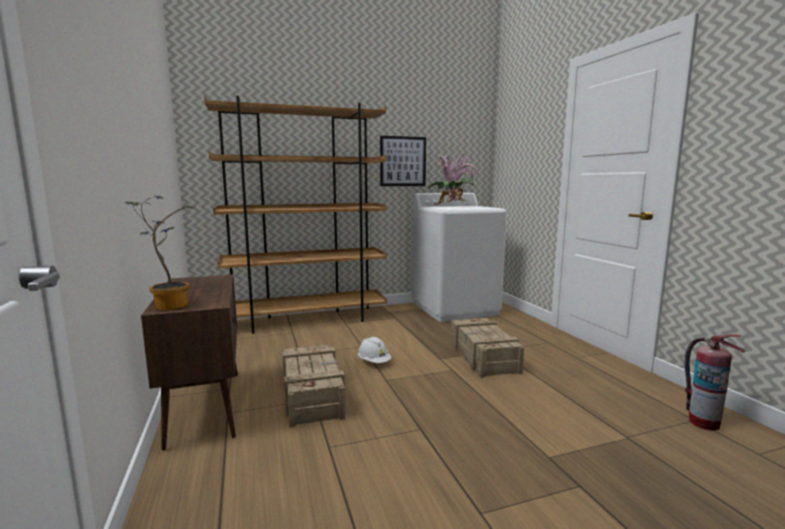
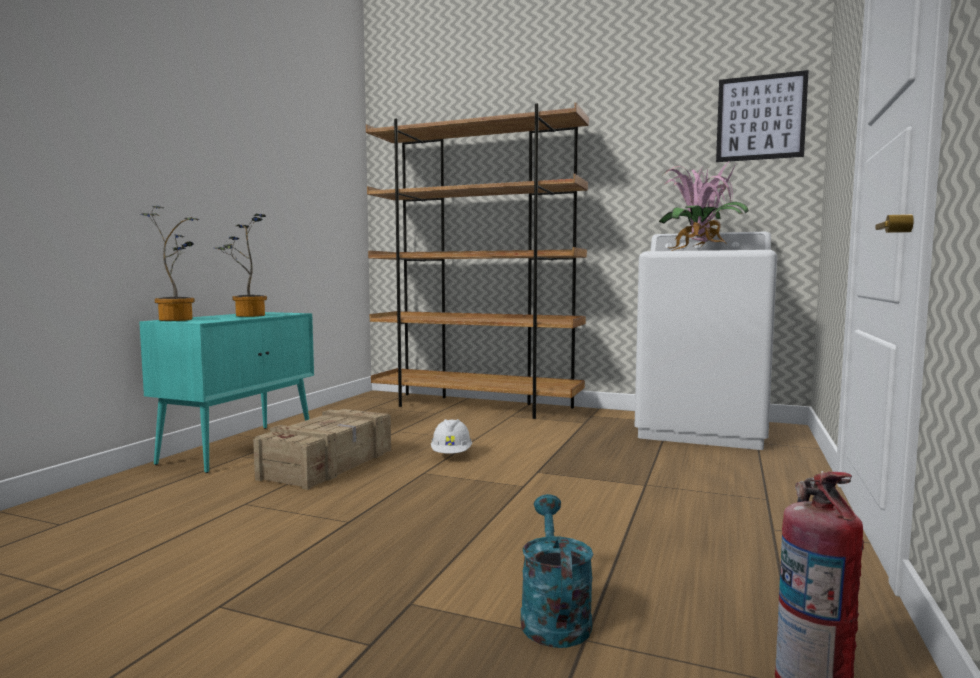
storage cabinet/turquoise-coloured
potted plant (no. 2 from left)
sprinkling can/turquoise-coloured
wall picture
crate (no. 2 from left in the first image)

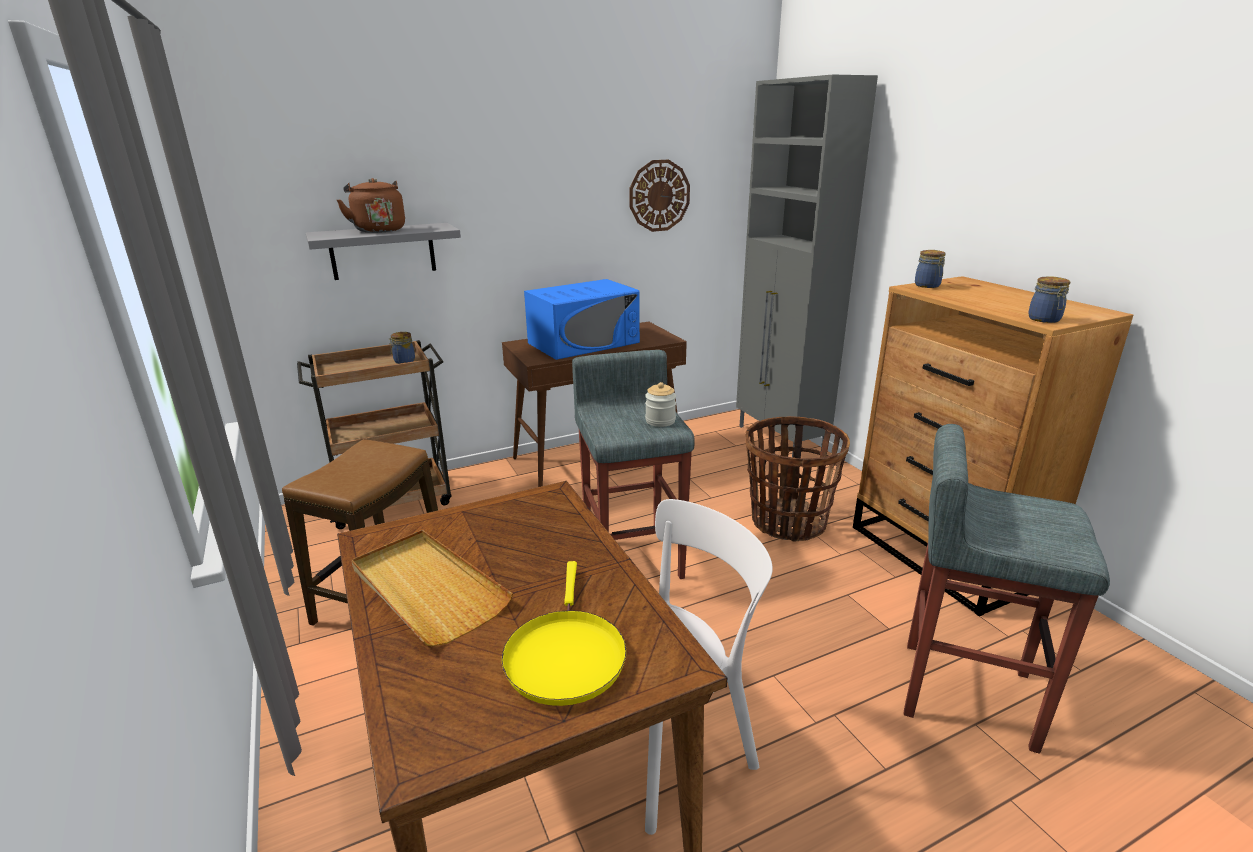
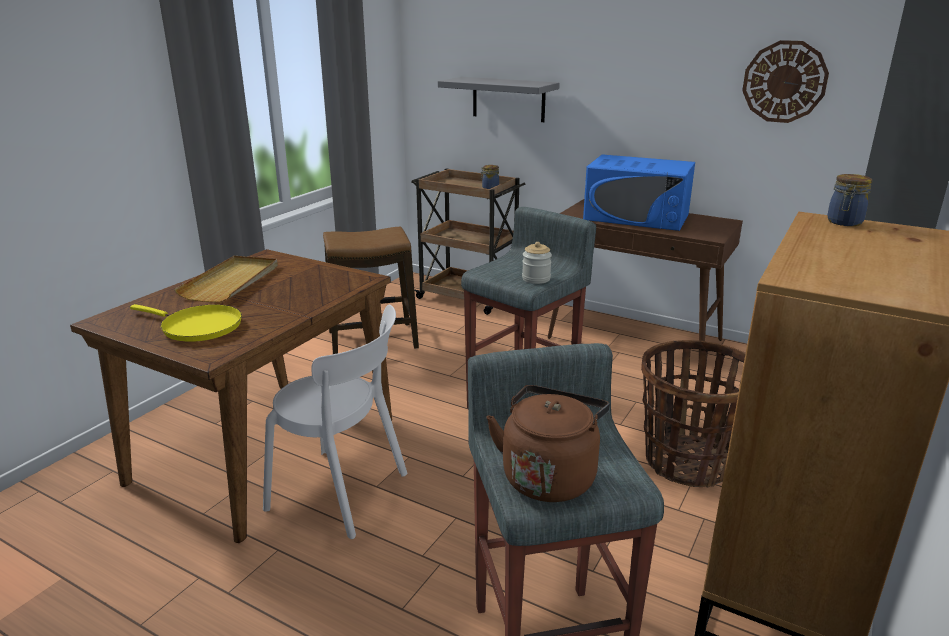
skillet/yellow-coloured
kettle/brown
preserve jar (no. 4 from left in the first image)

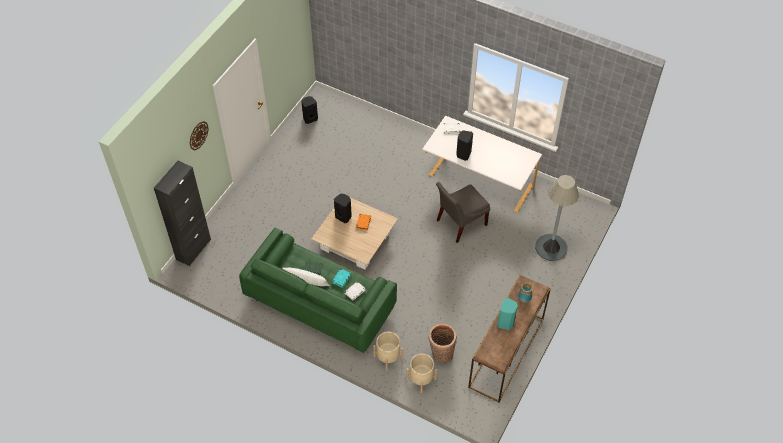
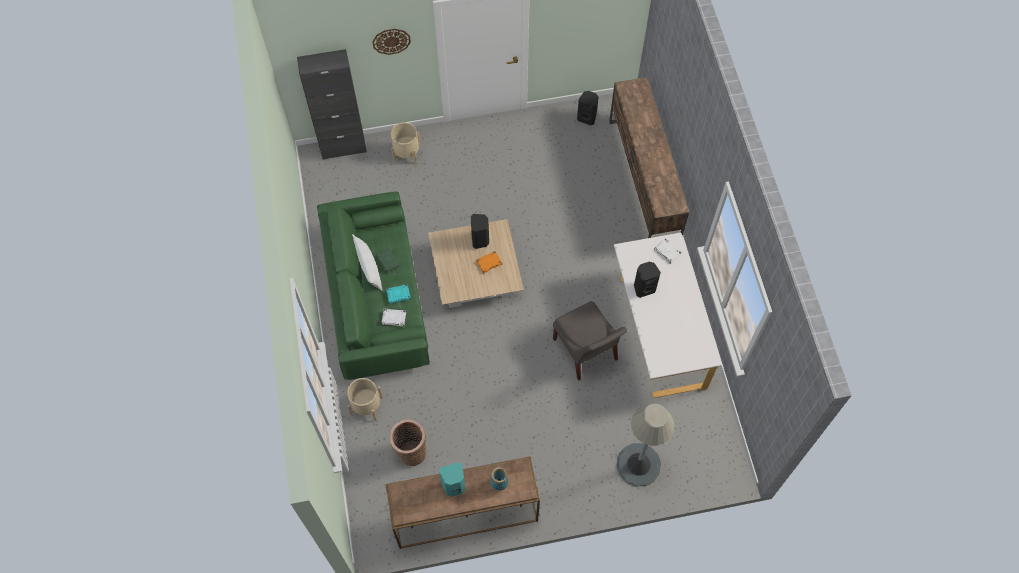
flower pot/sand-coloured (no. 2 from left)
plain chair/greyish
tv unit/brown

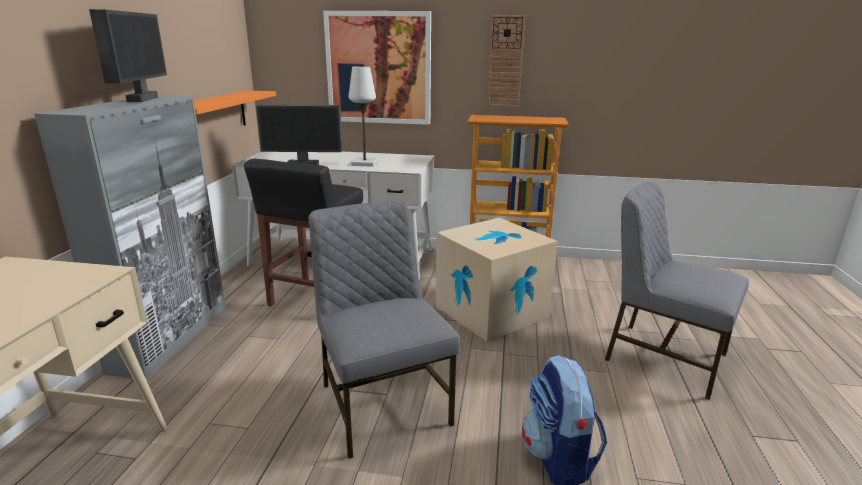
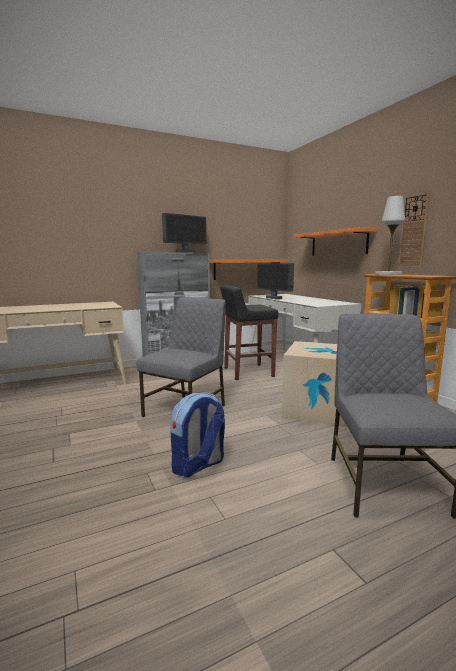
bracket shelf/orangey (no. 2 from left)
lamp for a table/whitish

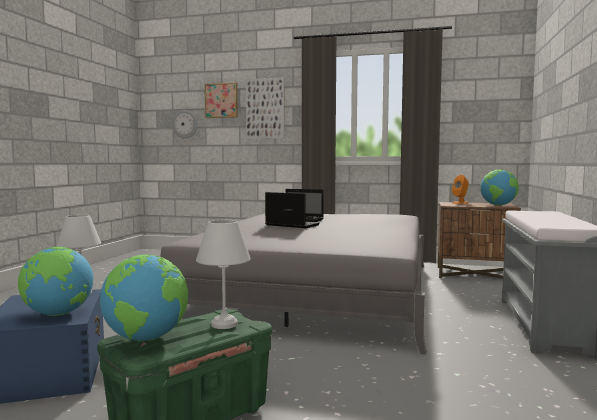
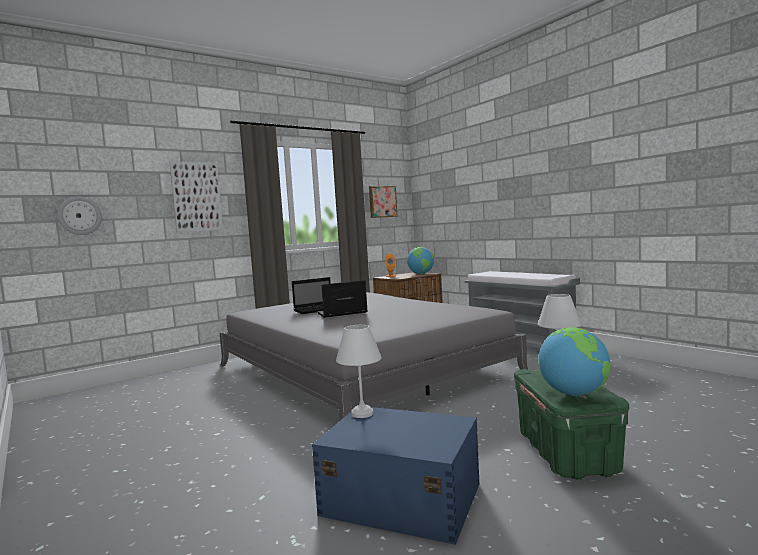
wall picture (no. 2 from left)
desk globe (no. 1 from left in the first image)

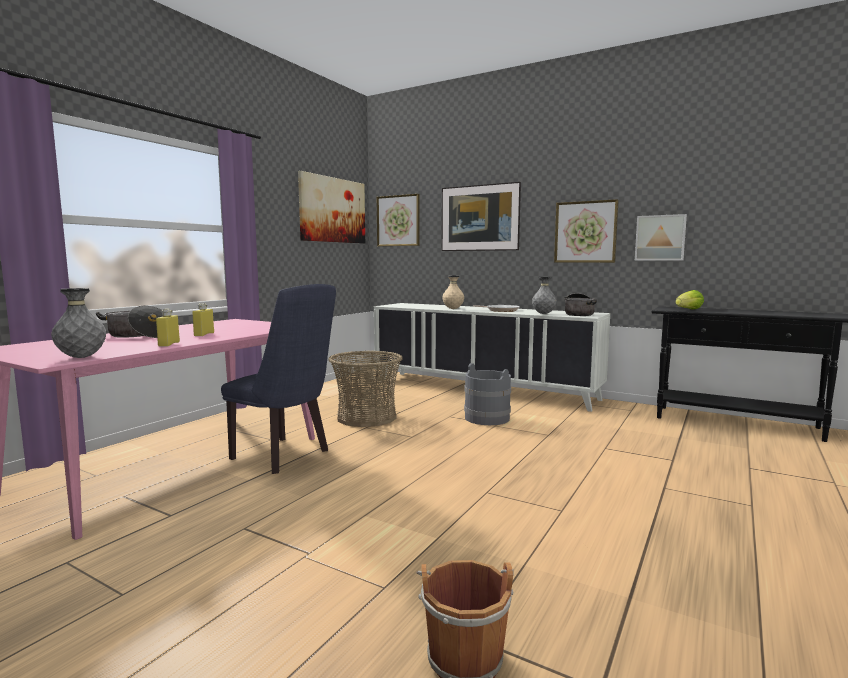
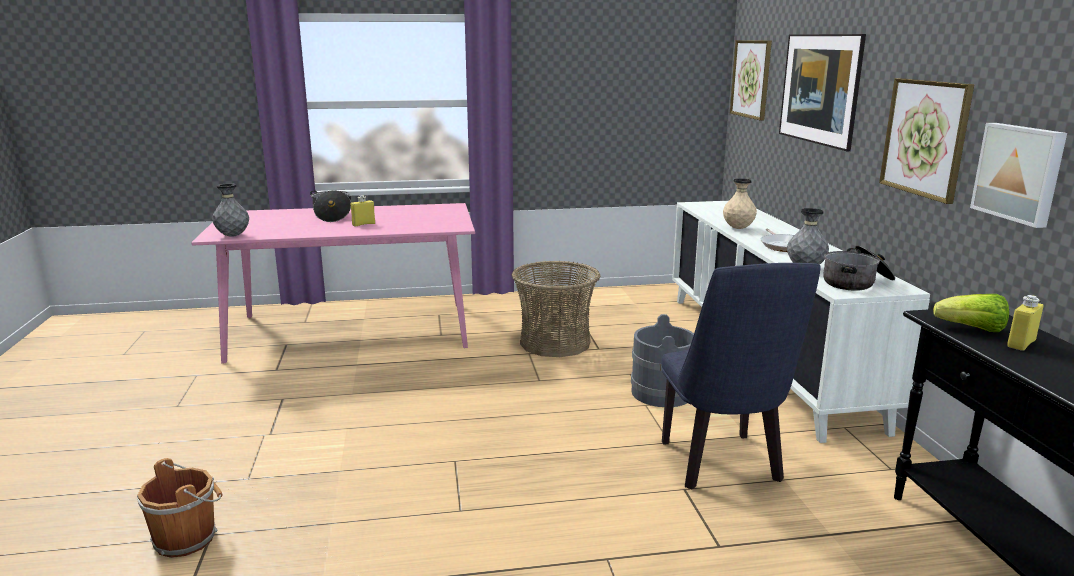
plain chair/blue
beverage bottle/yellow-coloured (no. 2 from left)
wall picture (no. 1 from left in the first image)

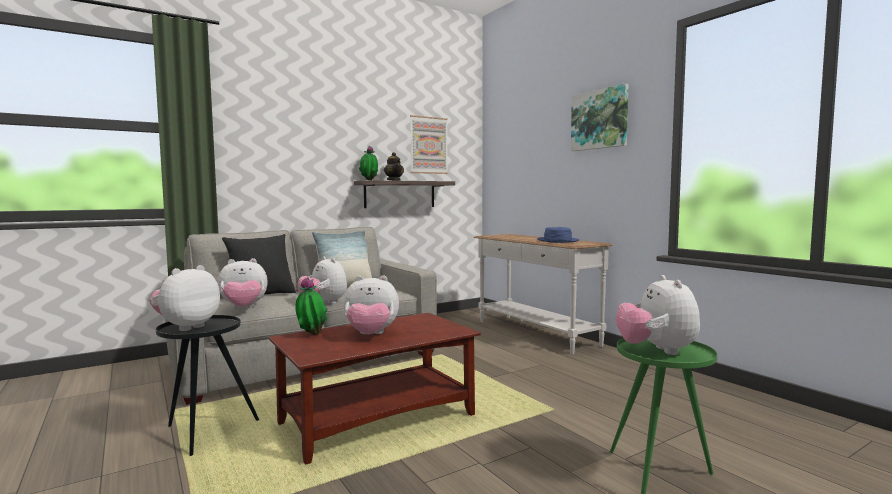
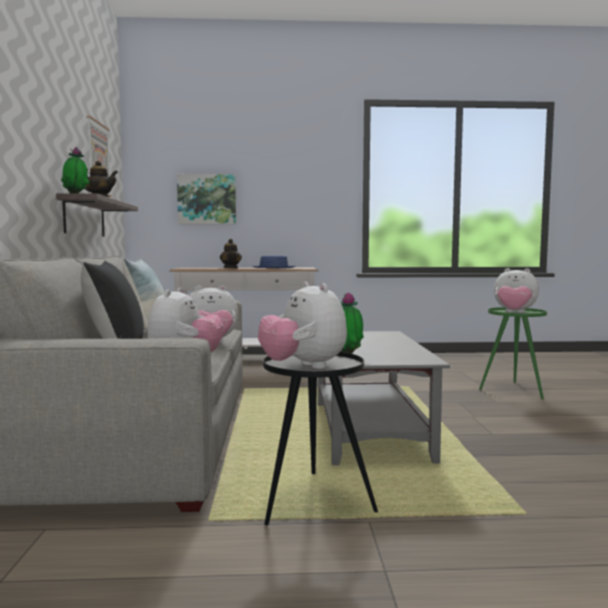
wall picture (no. 2 from left)
pot for tea (no. 2 from left)
coffee table/greyish
cuddly toy (no. 4 from left in the first image)

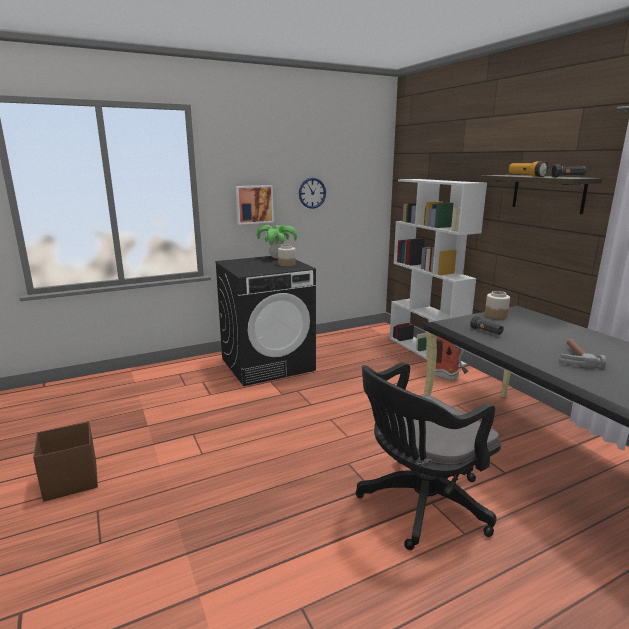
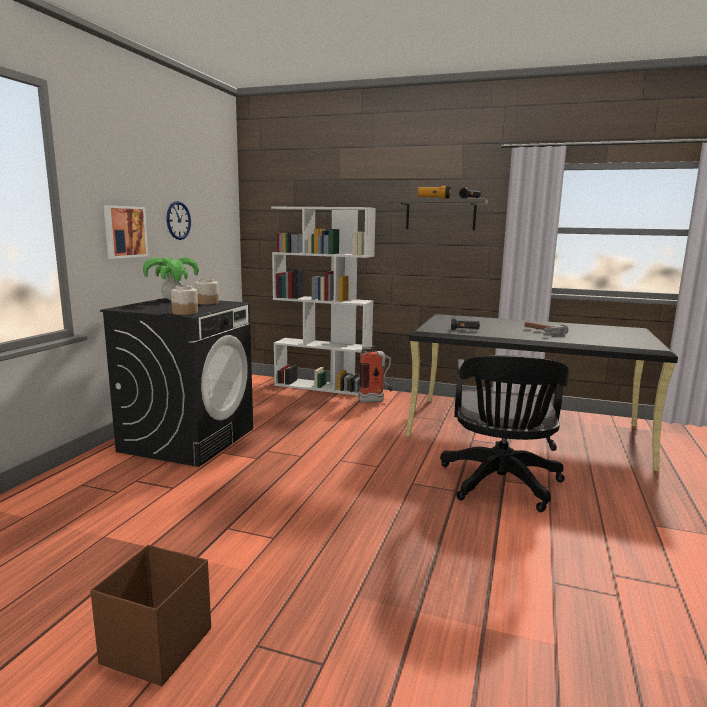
preserve jar (no. 1 from left)

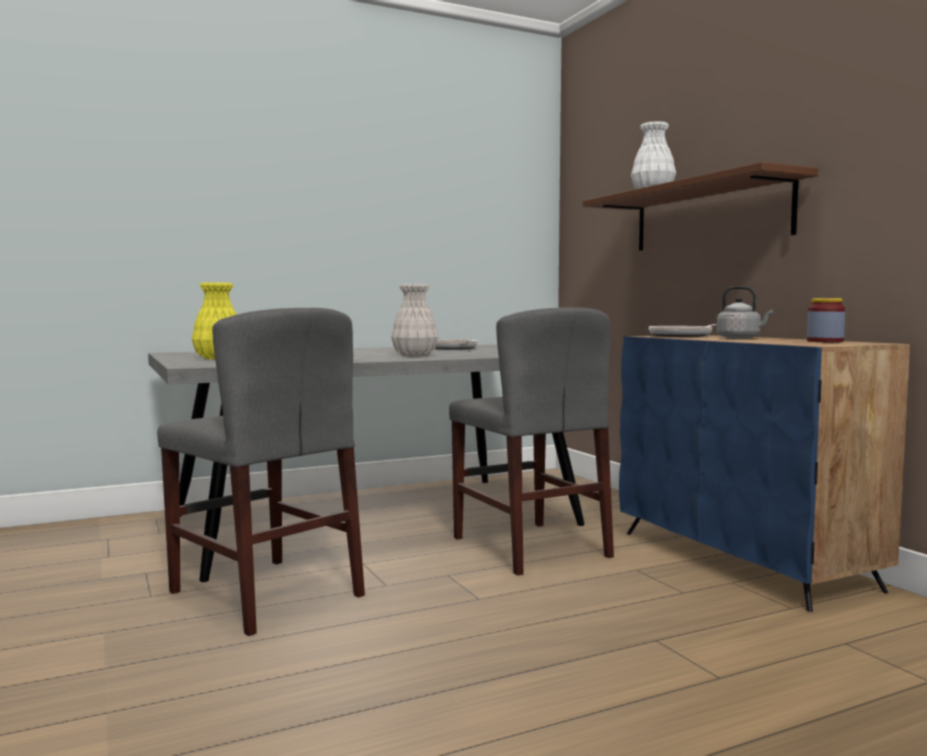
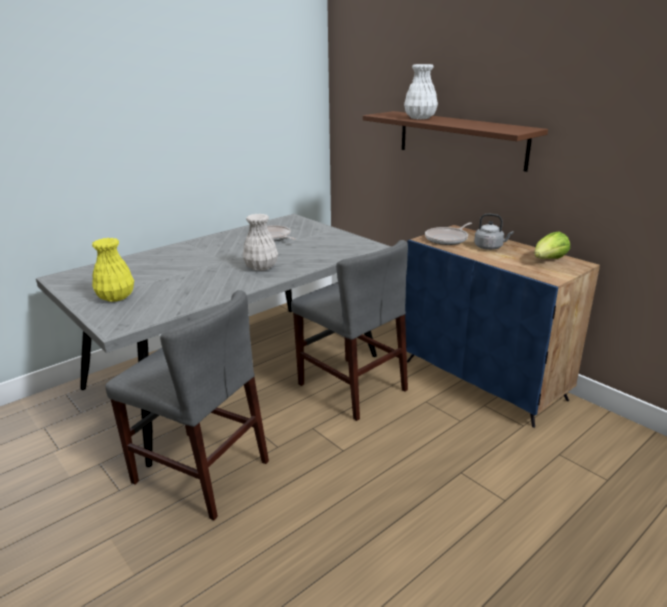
head of lettuce

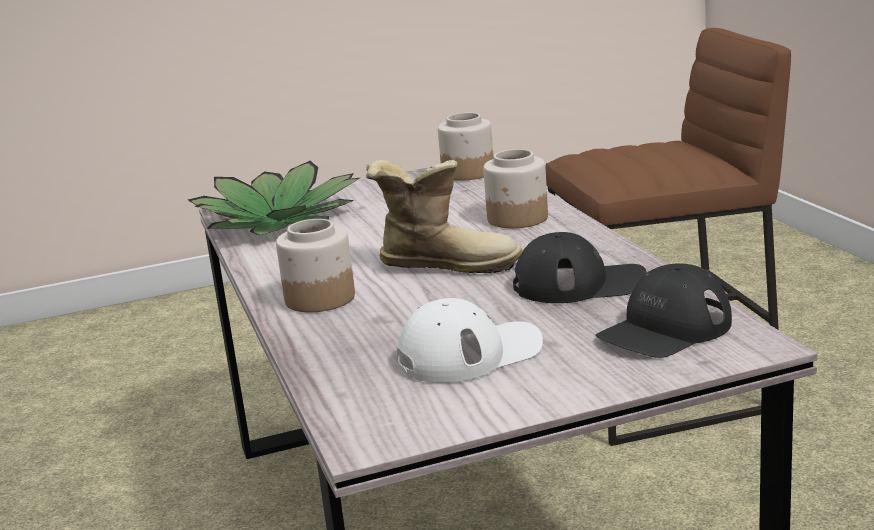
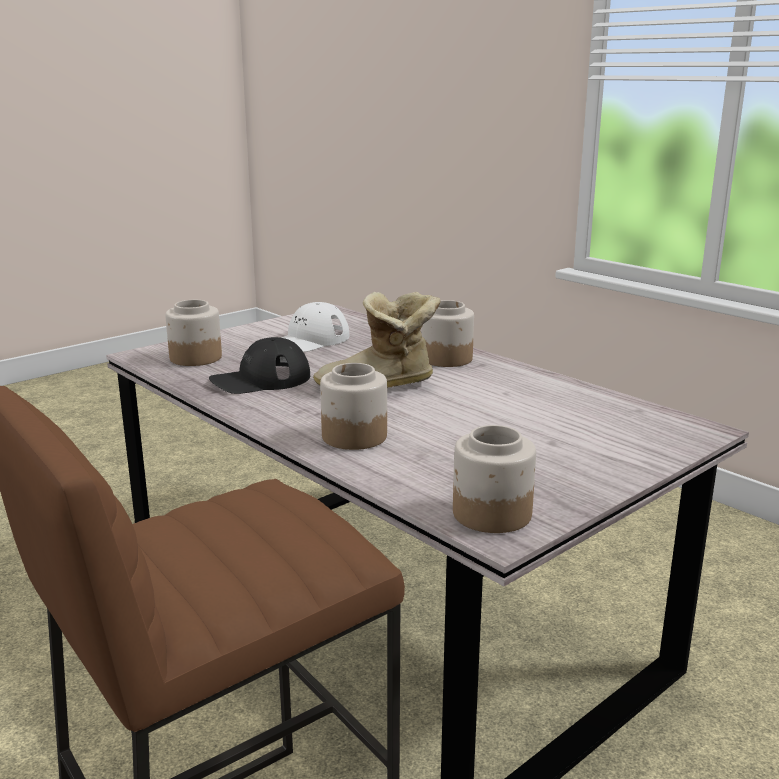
preserve jar (no. 1 from left)
potted plant

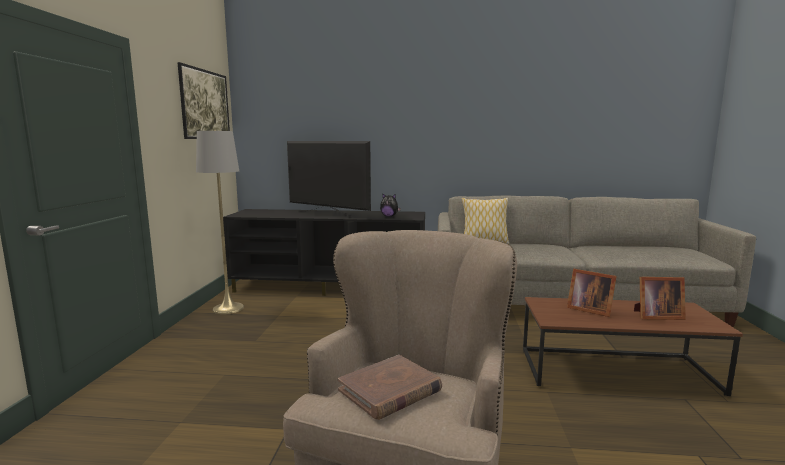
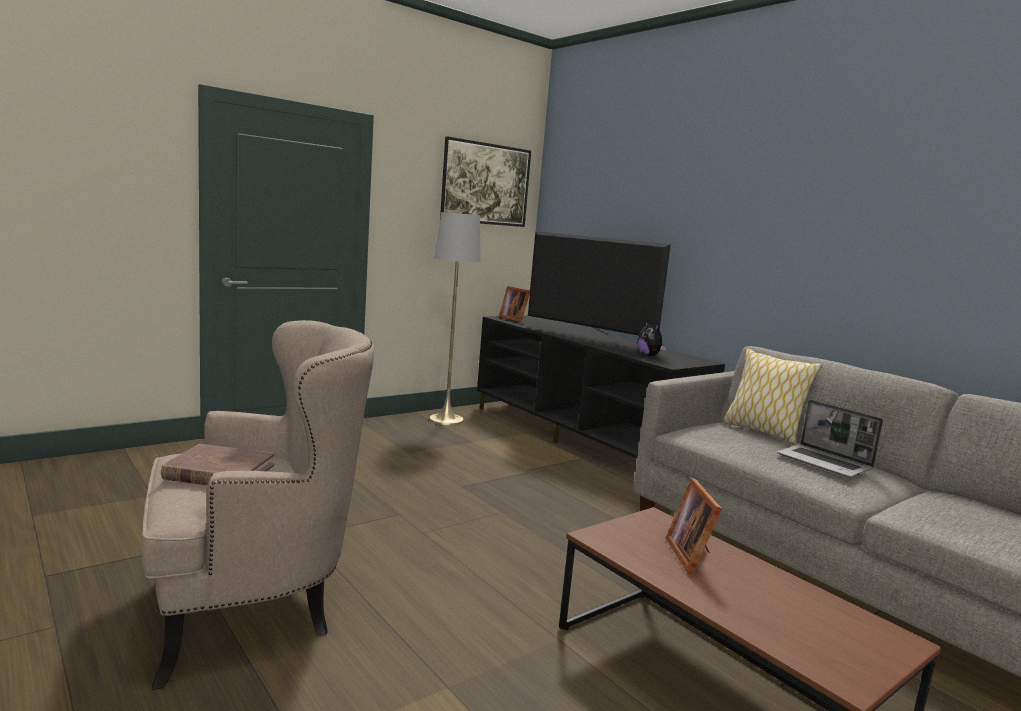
picture frame (no. 1 from left)
TV set
notebook computer

